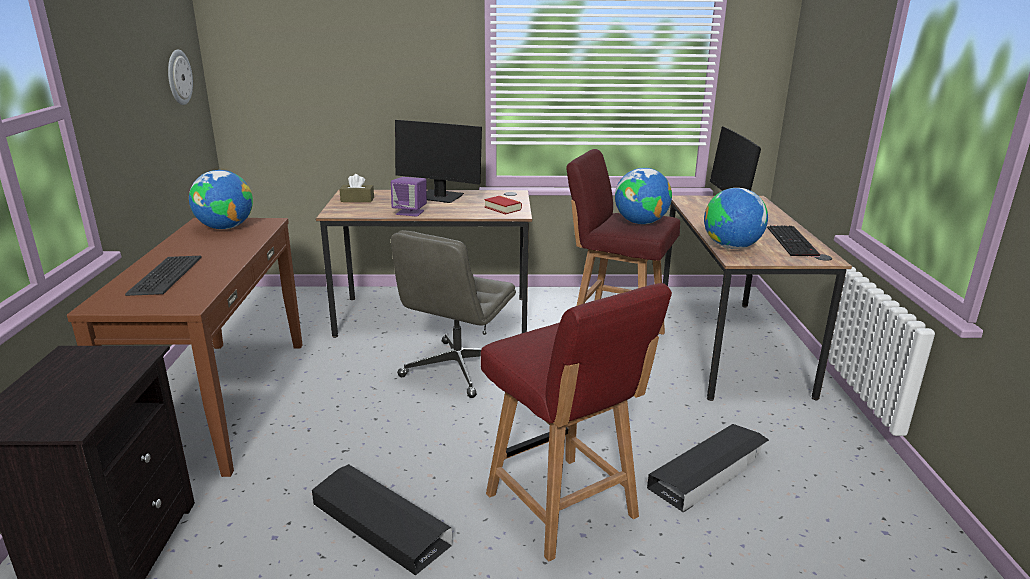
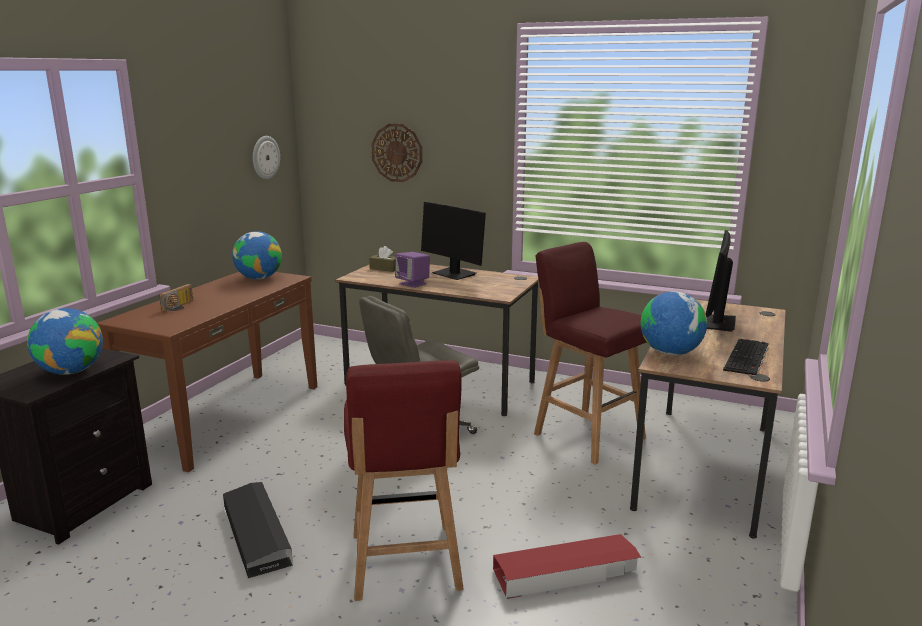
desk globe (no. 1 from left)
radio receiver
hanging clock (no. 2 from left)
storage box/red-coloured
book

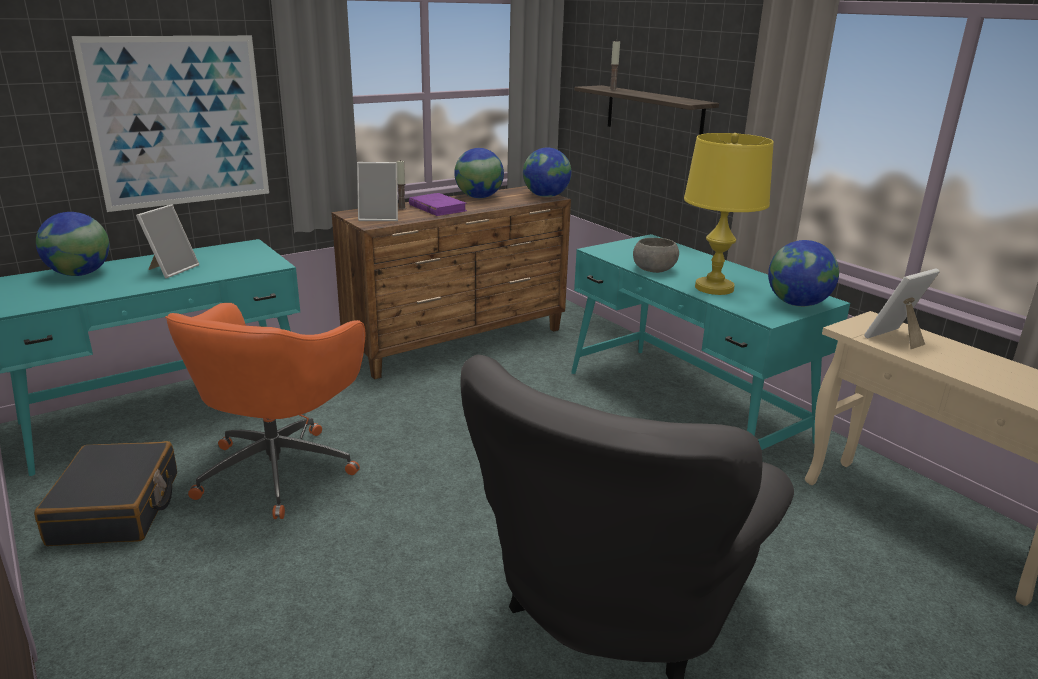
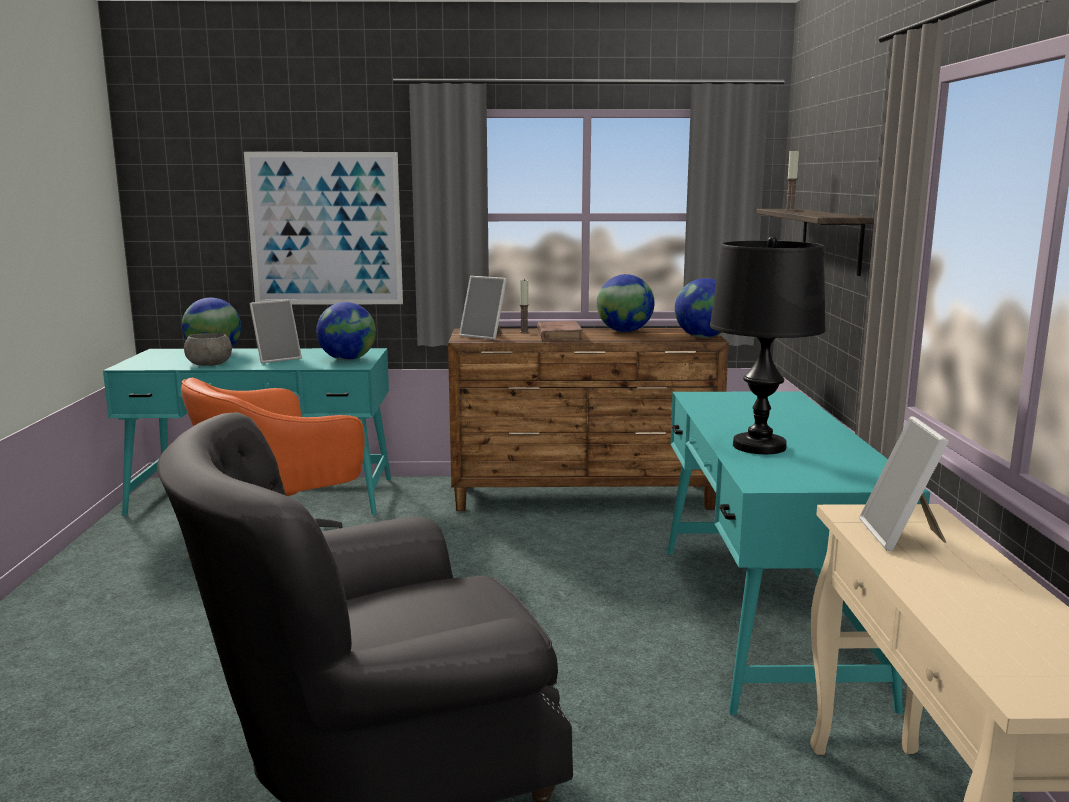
serving bowl/greyish
desk globe (no. 2 from left)
book/brown
lamp for a table/black-coloured
picture frame (no. 3 from left)
piece of luggage/black-coloured

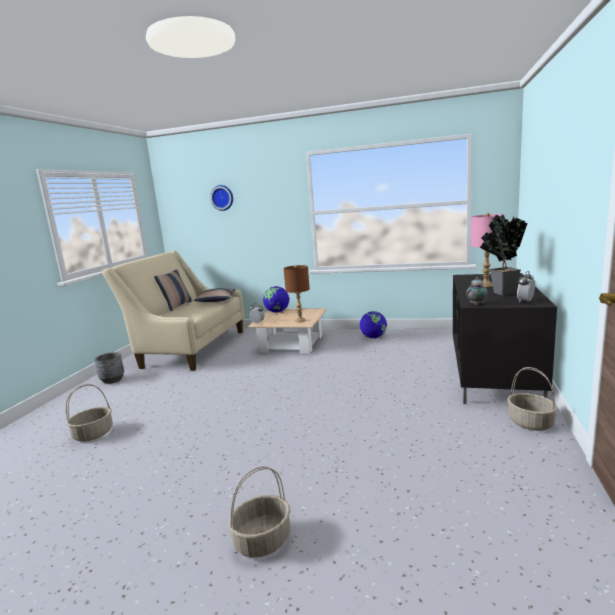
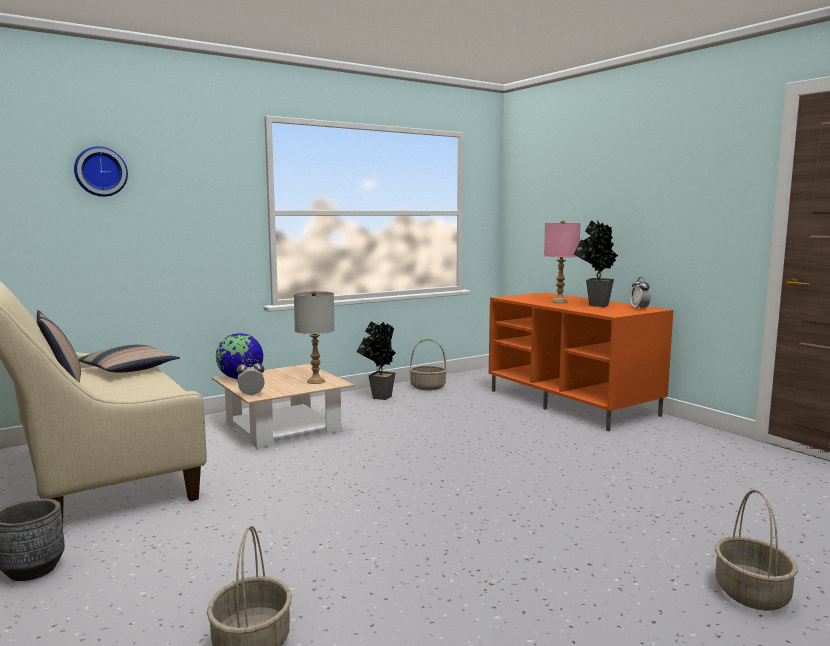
lamp for a table/greyish
potted plant (no. 1 from left)
household basket (no. 2 from left)
tv unit/orangey
pot for tea

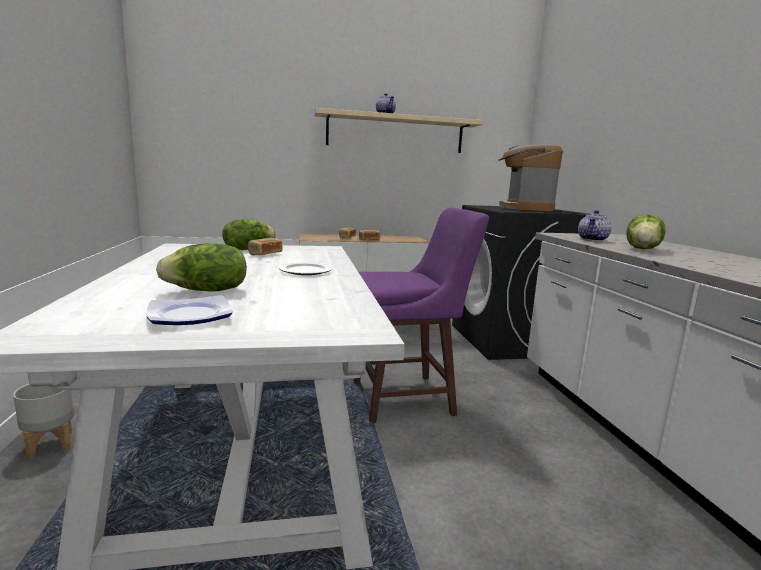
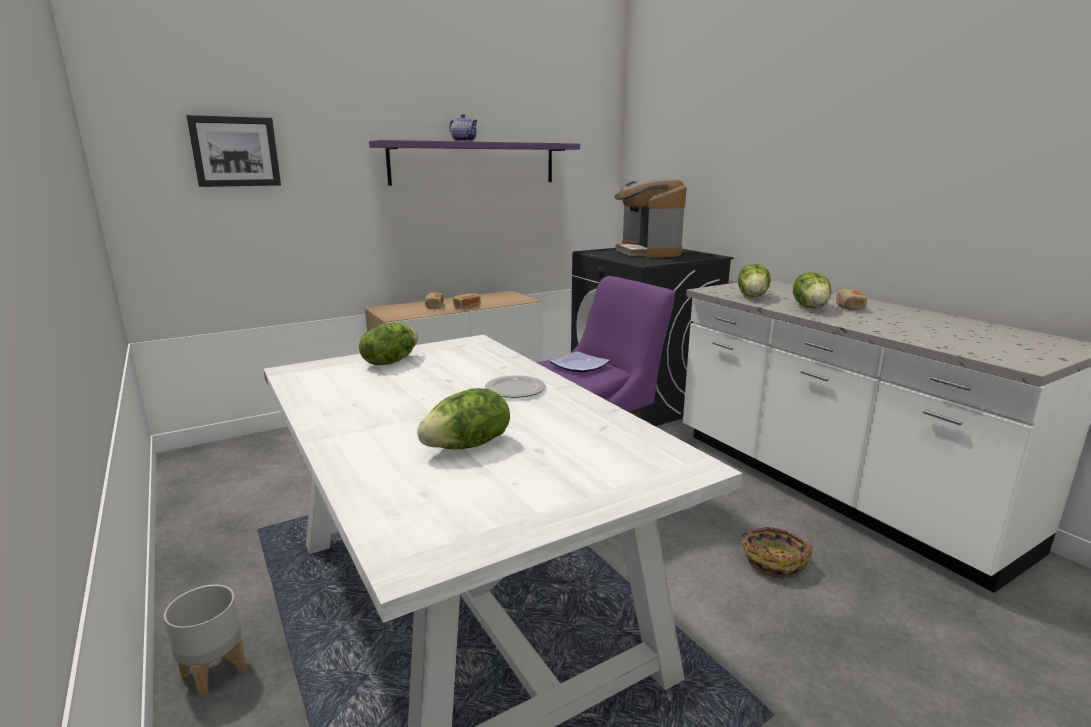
wall picture
bracket shelf/purplish
plate (no. 2 from left)
head of lettuce (no. 3 from left)
household basket
bakery bread (no. 3 from left)

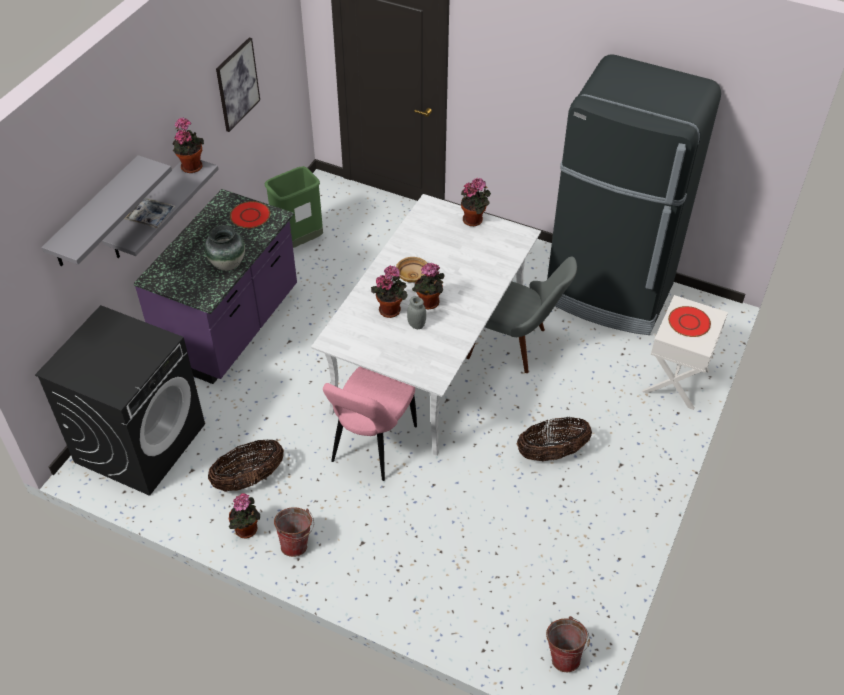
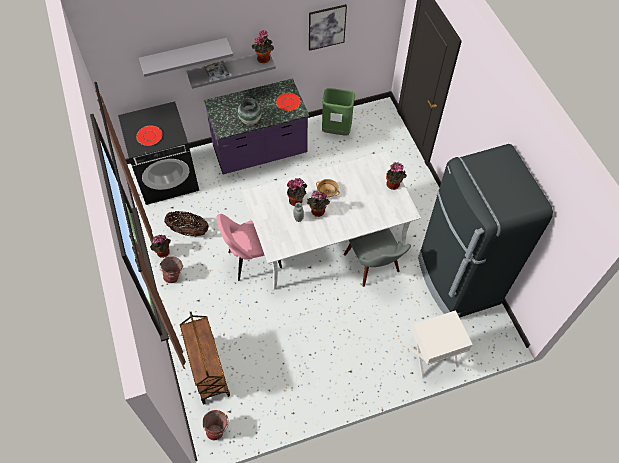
plate/red-coloured (no. 1 from left)
trolley/brown
household basket (no. 2 from left in the first image)

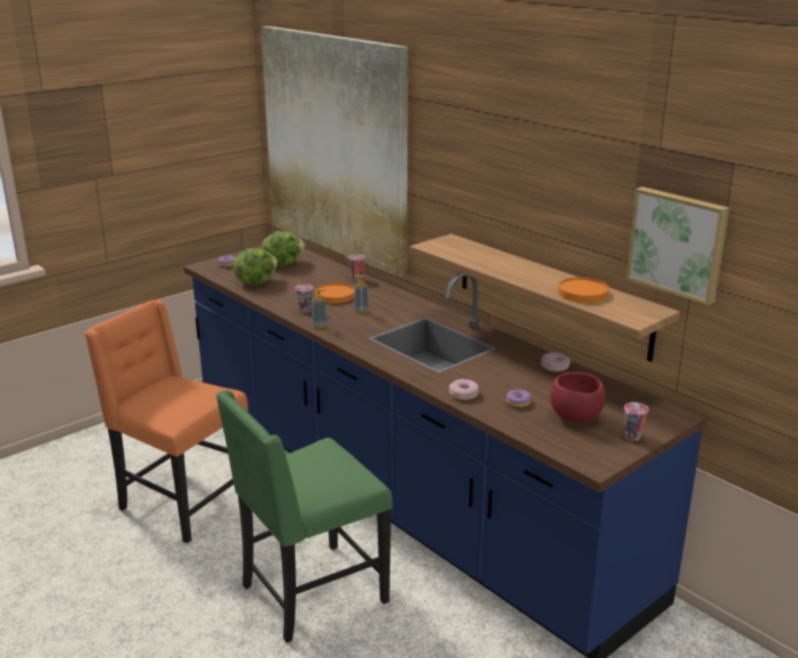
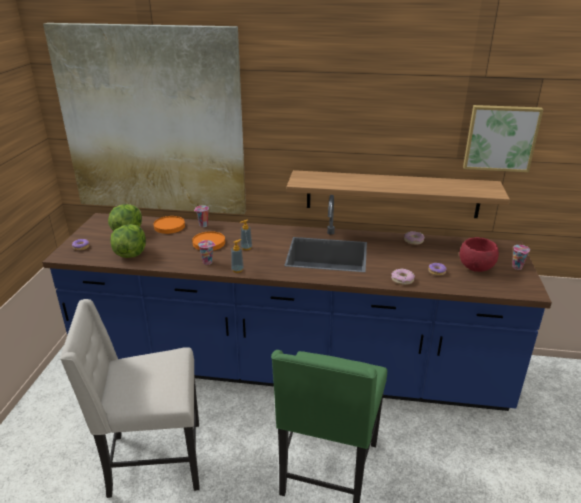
plain chair/sand-coloured
plate/orangey (no. 1 from left)

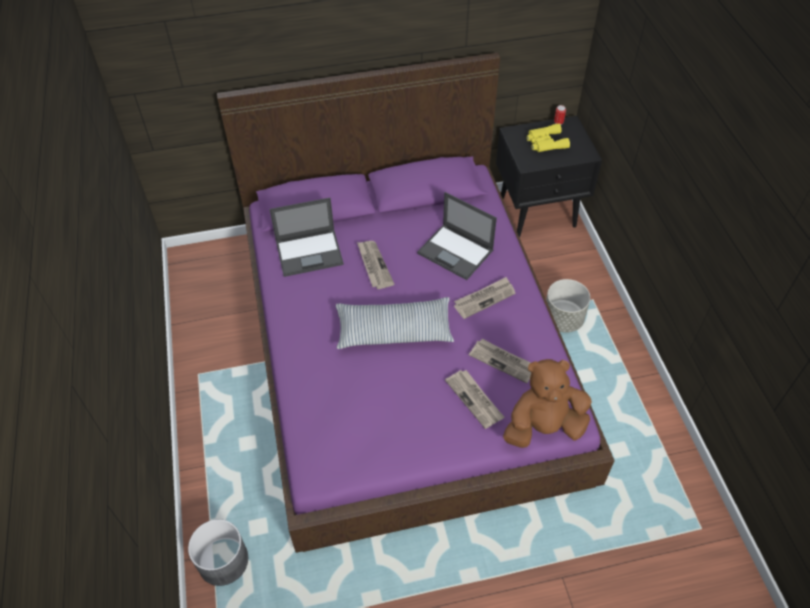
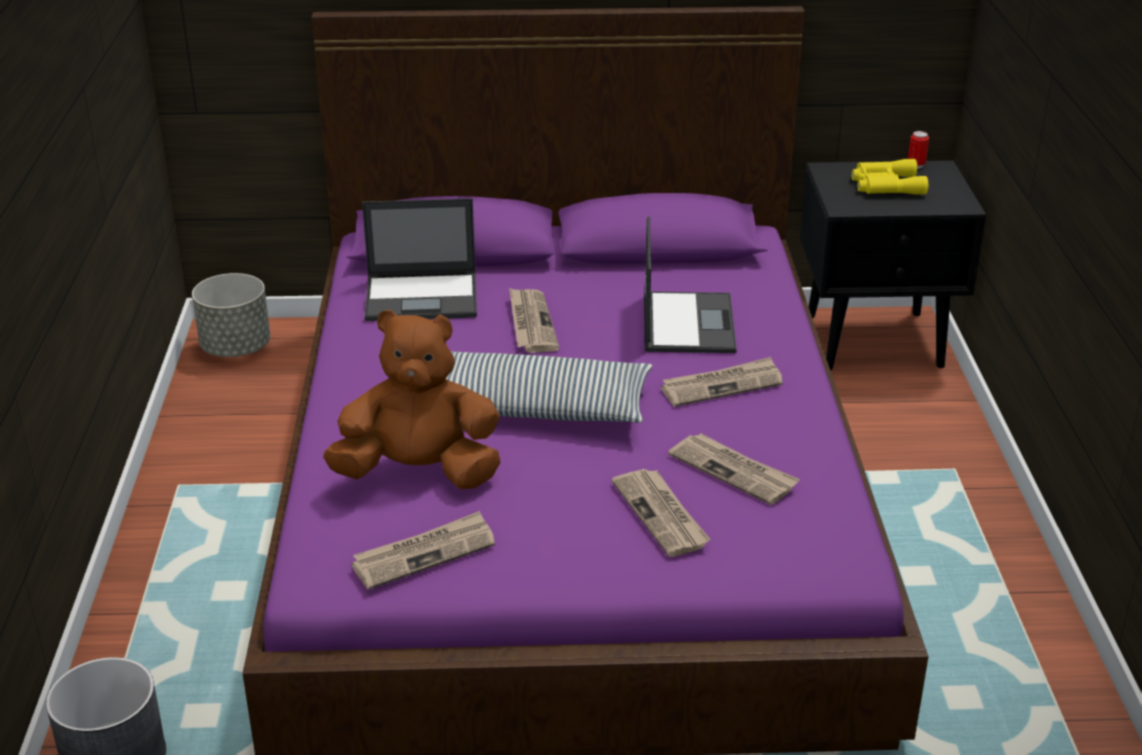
flower pot/greyish (no. 2 from left)
cuddly toy/brown
newspaper (no. 1 from left)
notebook computer (no. 2 from left)

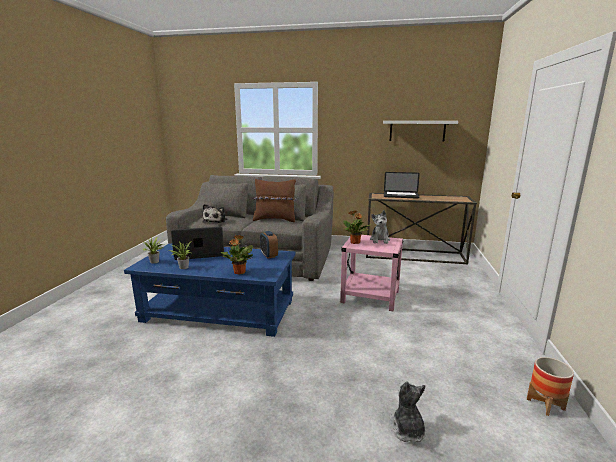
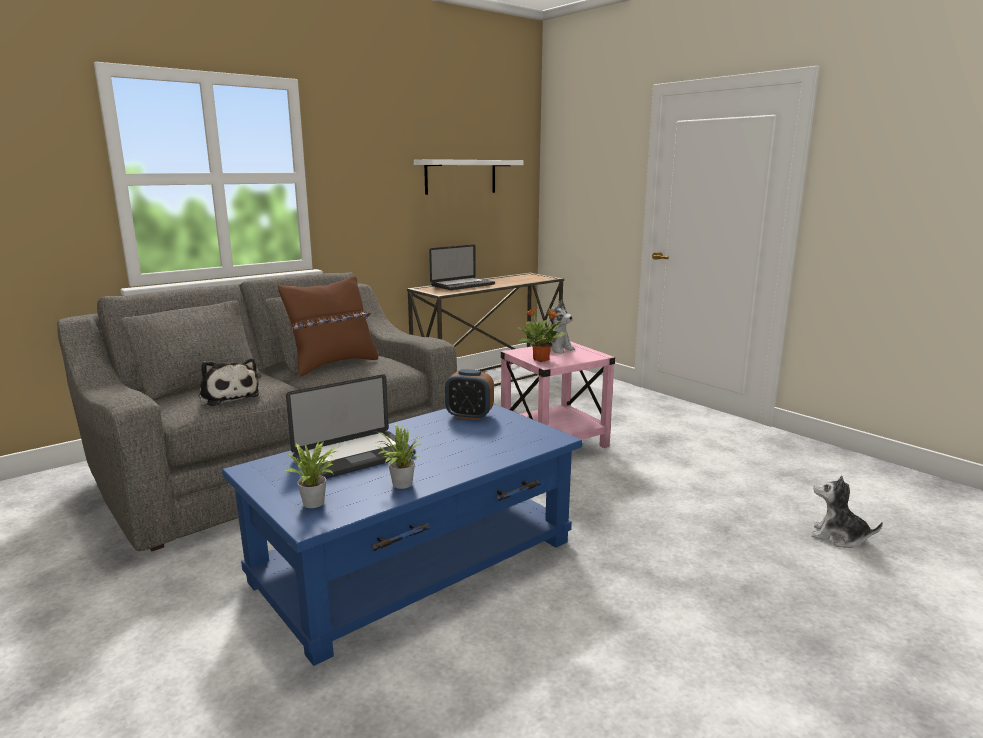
notebook computer (no. 1 from left)
potted plant (no. 3 from left in the first image)
flower pot

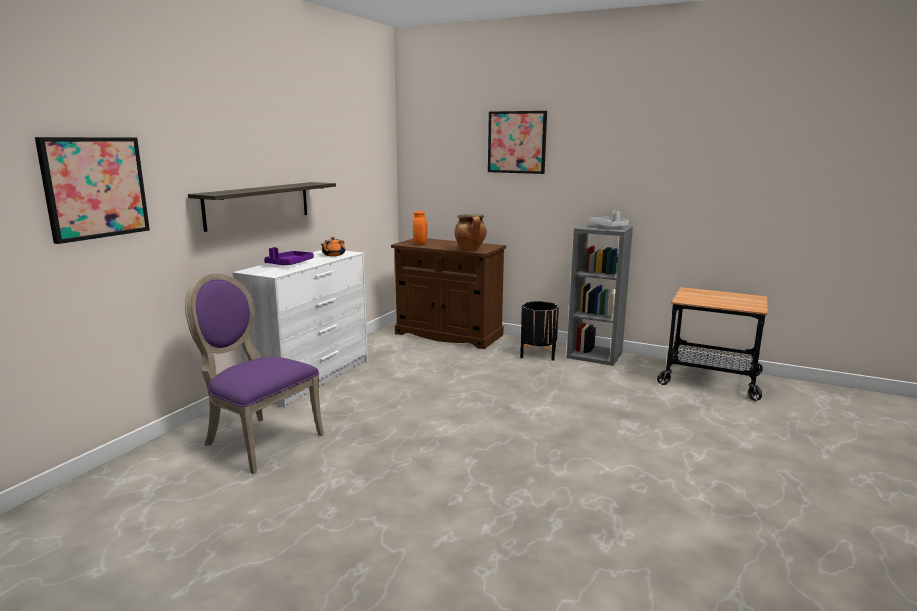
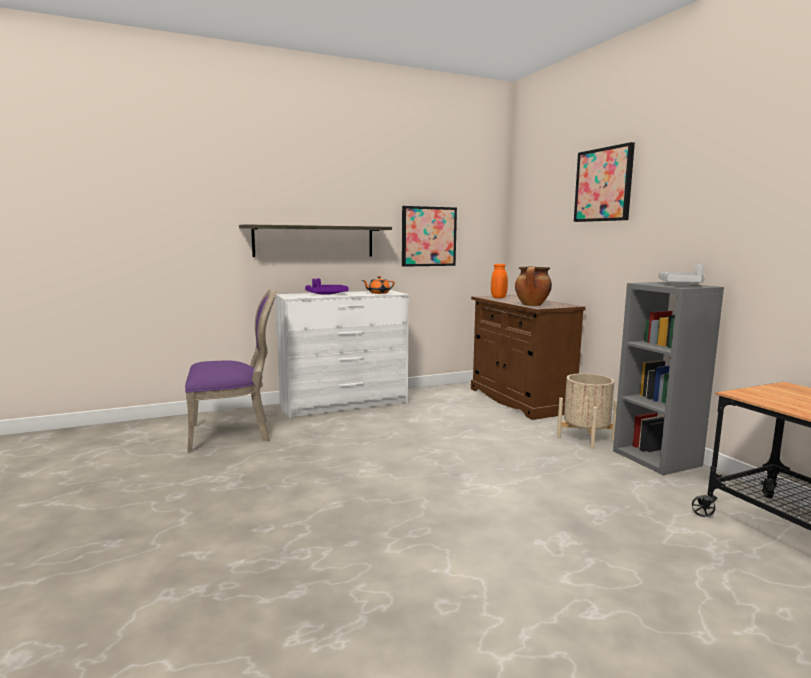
plain chair/purplish
wall picture (no. 1 from left)
flower pot/sand-coloured

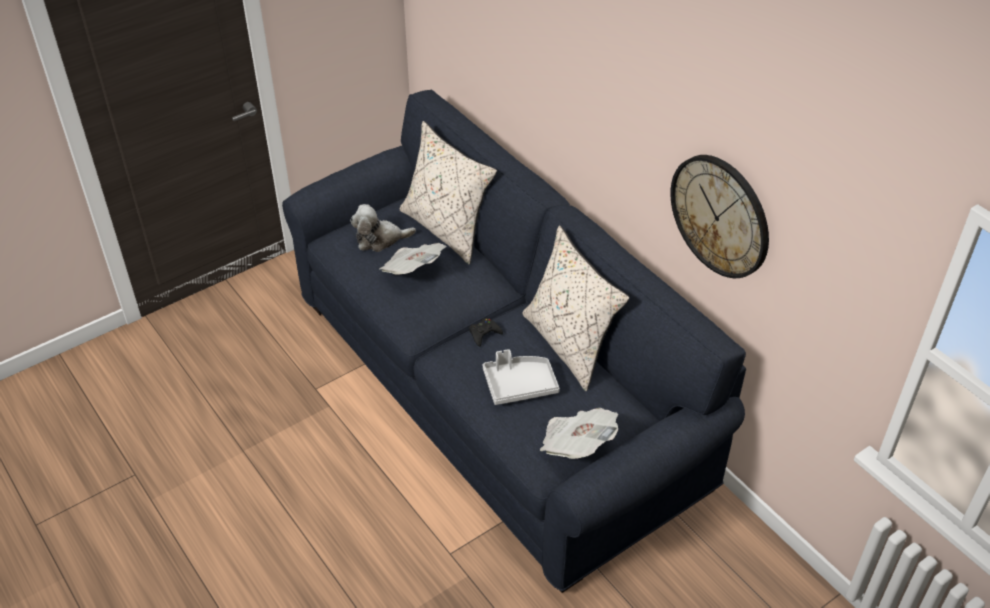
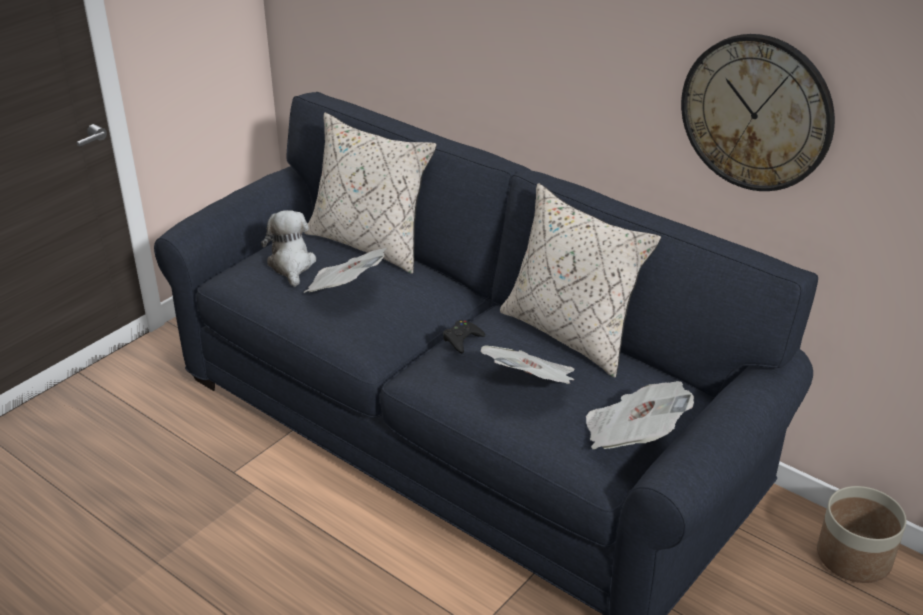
cuddly toy
newspaper (no. 2 from left)
flower pot

